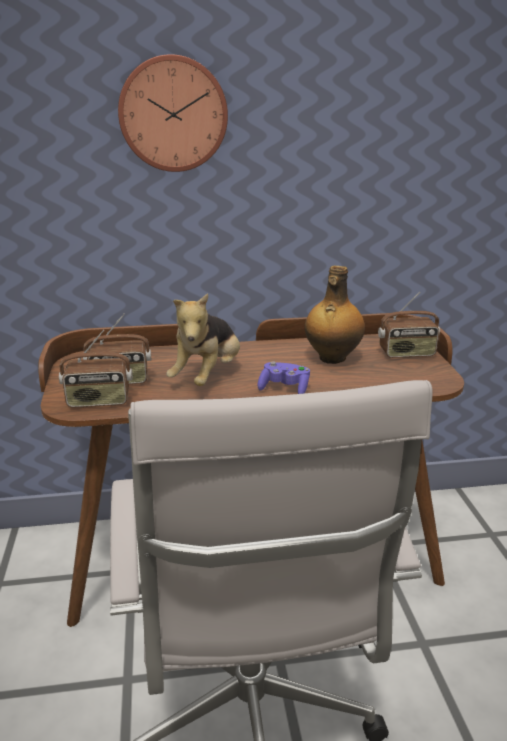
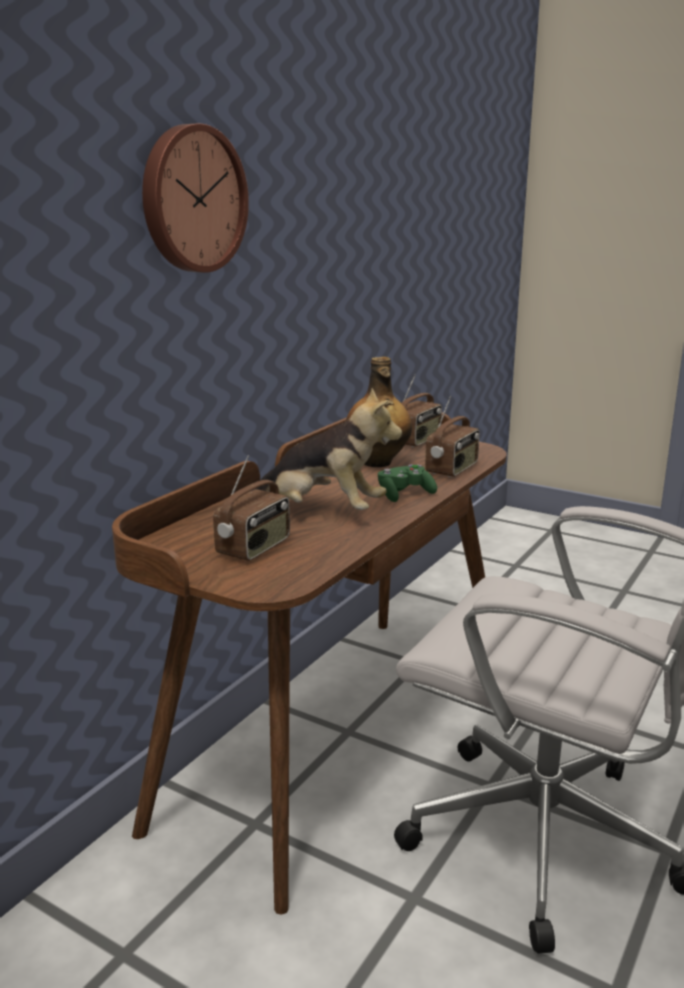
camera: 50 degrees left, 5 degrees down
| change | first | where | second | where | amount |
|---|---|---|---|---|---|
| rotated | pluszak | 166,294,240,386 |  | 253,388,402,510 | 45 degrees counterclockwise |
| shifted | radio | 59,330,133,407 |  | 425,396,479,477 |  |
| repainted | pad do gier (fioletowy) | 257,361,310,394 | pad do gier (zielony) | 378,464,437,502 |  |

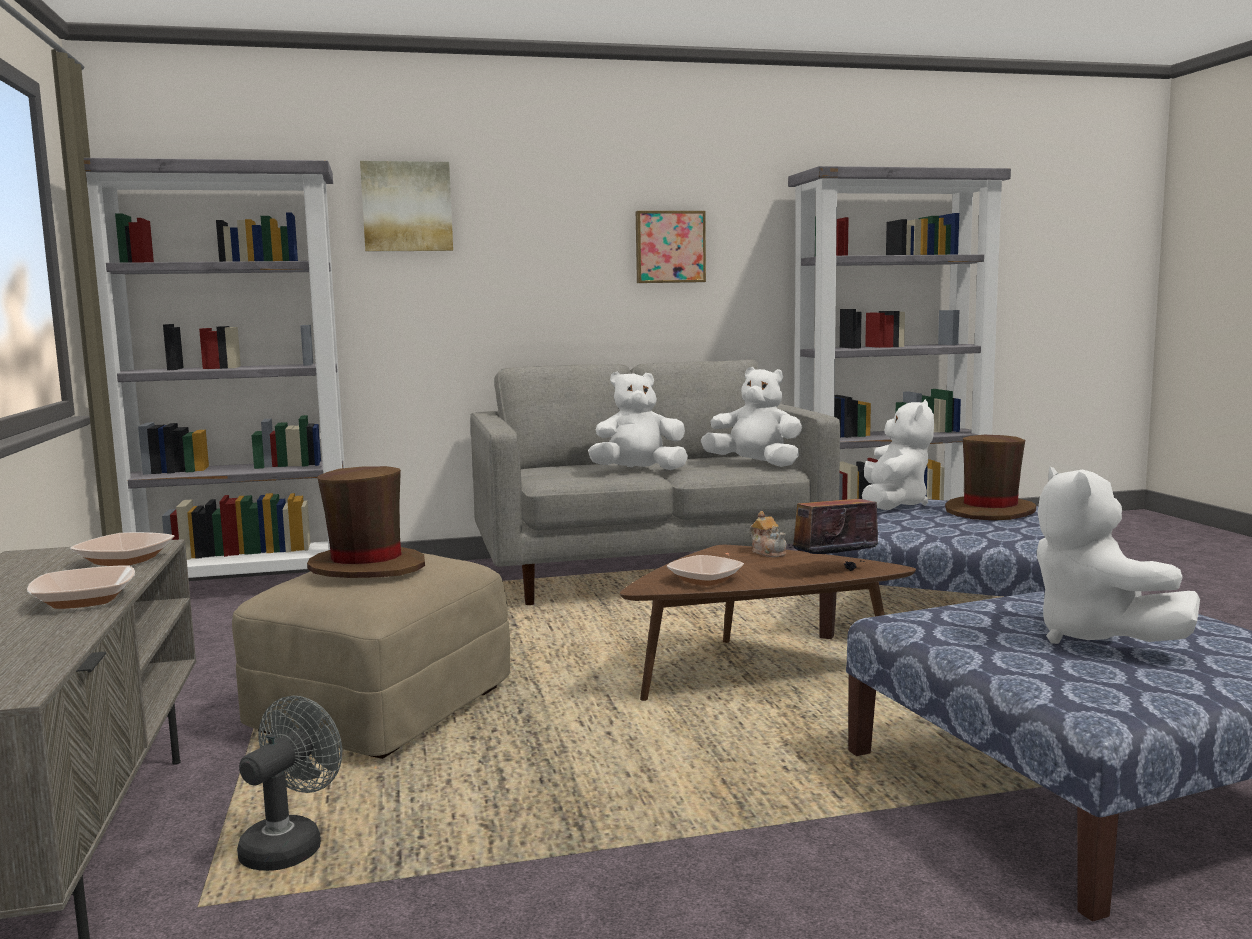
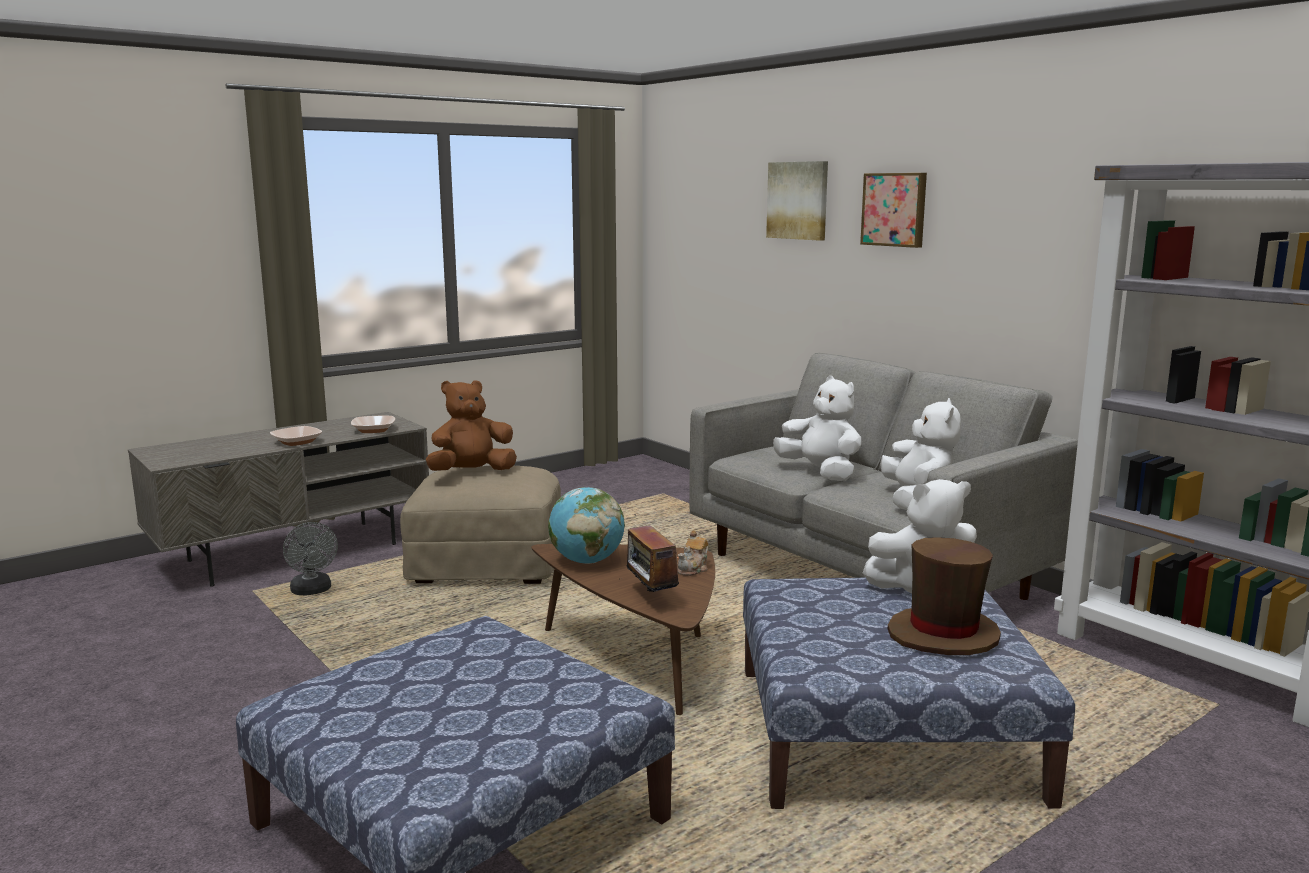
camera: 65 degrees right, 5 degrees up
| change | first | where | second | where | amount |
|---|---|---|---|---|---|
| gone | regał (szary) | 84,158,345,578 |  |  |  |
| shifted | obraz | 636,211,706,283 |  | 860,173,927,248 |  |
| swapped | kapelusz (brązowy) | 307,466,425,578 | pluszak (brązowy) | 426,380,517,471 |  |
| gone | pluszak (biały) | 1037,467,1200,644 |  |  |  |
| rotated | radio | 788,479,878,571 |  | 627,514,682,592 | 150 degrees counterclockwise |
| swapped | miska | 667,555,744,586 | globus | 548,487,625,564 |  |
| rotated | wentylator (szary) | 237,696,342,871 |  | 283,522,338,595 | 60 degrees clockwise |

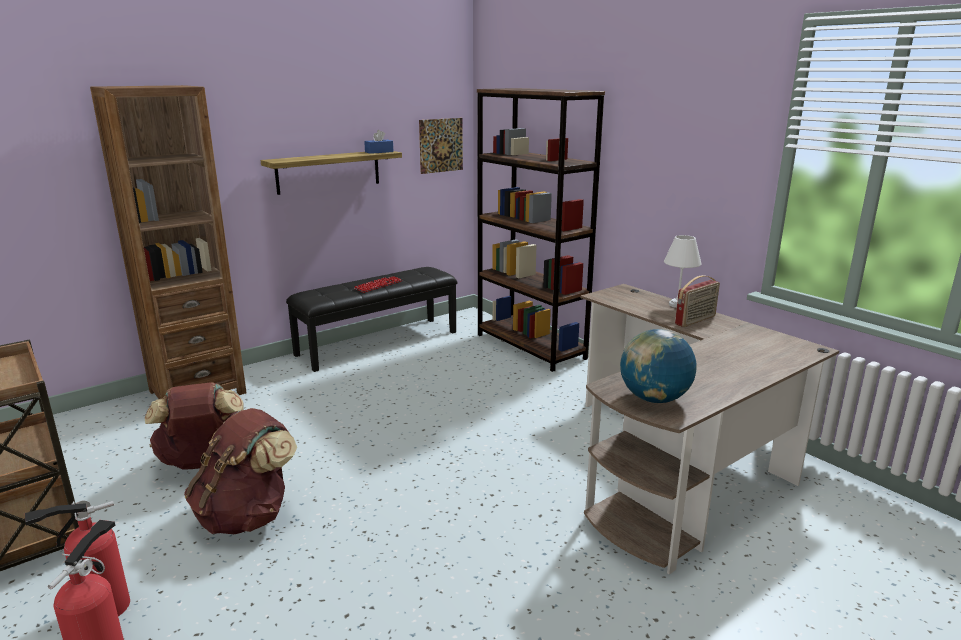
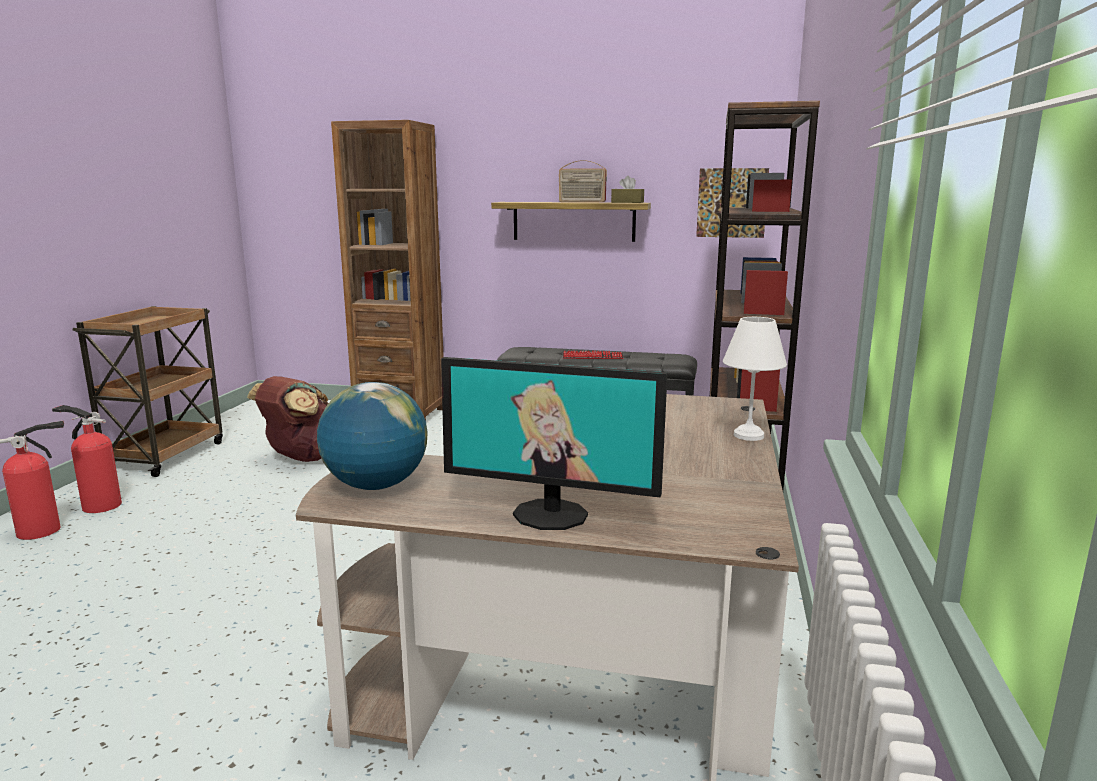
camera: 50 degrees right, 5 degrees down
| change | first | where | second | where | amount |
|---|---|---|---|---|---|
| repainted | pudełko chusteczek (niebieski) | 364,130,394,154 | pudełko chusteczek (brązowy) | 611,176,644,203 |  |
| shifted | radio | 675,275,720,327 |  | 559,160,607,202 |  |
| gone | plecak (brązowy) | 184,408,297,534 |  |  |  |
| new |  |  | monitor | 441,357,668,530 |  |

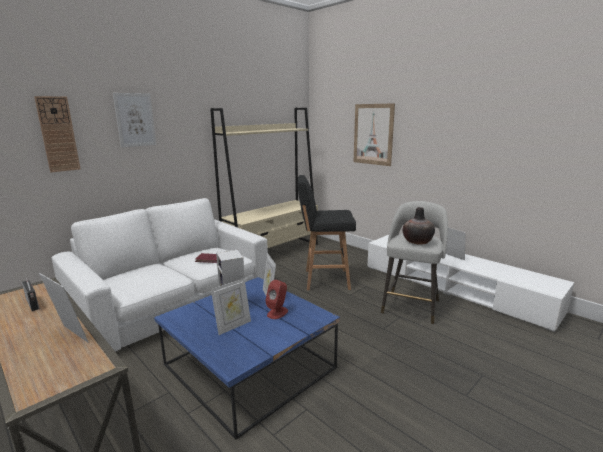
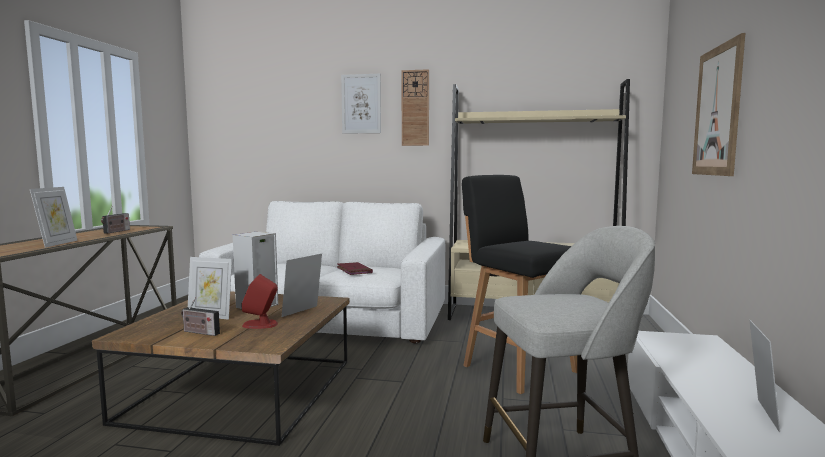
camera: 55 degrees right, 10 degrees down
| change | first | where | second | where | amount |
|---|---|---|---|---|---|
| shifted | zegar ścienny | 34,96,81,172 |  | 402,69,429,146 |  |
| gone | wazon | 403,207,435,245 |  |  |  |
| repainted | ława (niebieski) | 154,277,340,440 | ława (brązowy) | 92,291,350,446 |  |
| new |  |  | radio | 181,297,220,336 |  |

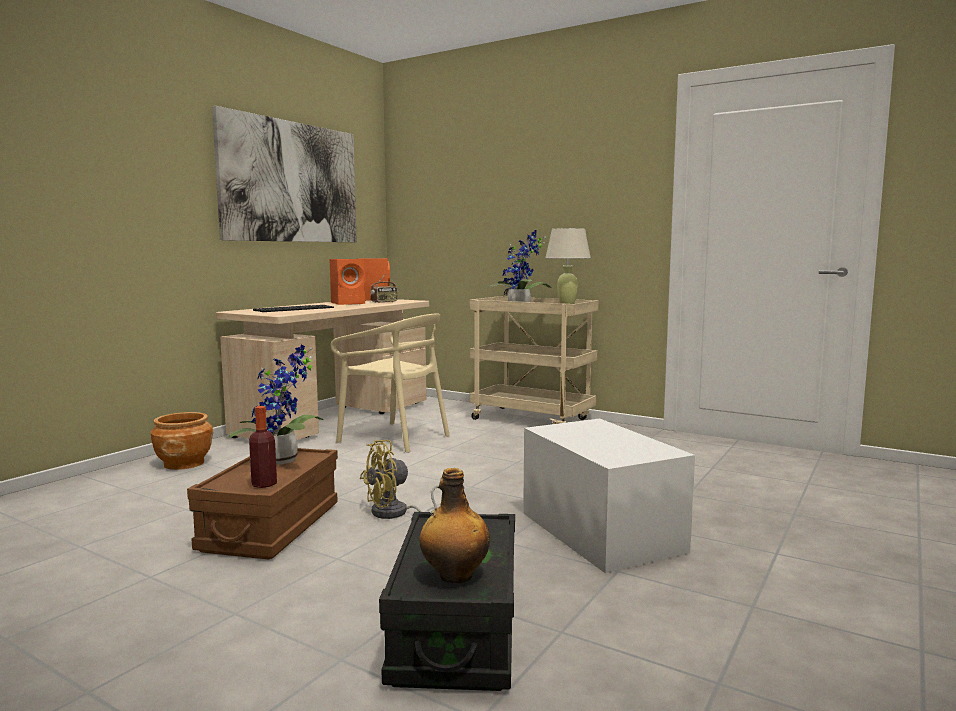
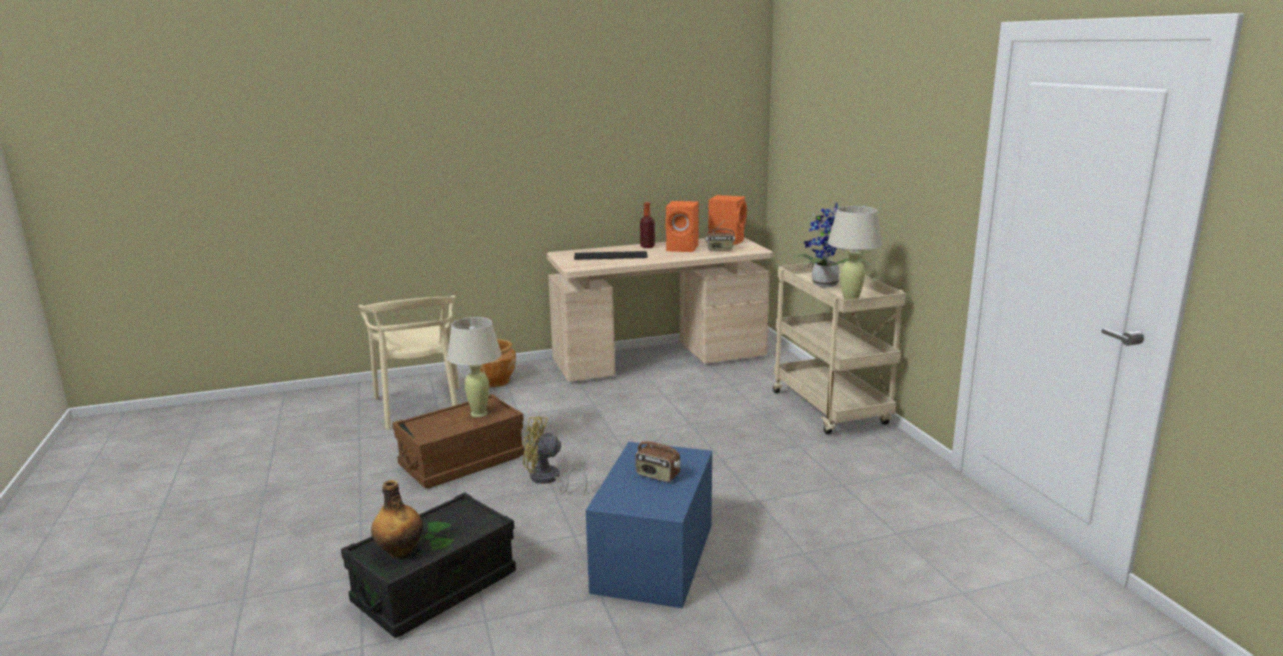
camera: 40 degrees right, 10 degrees up
| change | first | where | second | where | amount |
|---|---|---|---|---|---|
| gone | obraz | 212,106,357,242 |  |  |  |
| shifted | krzesło (beżowy) | 331,313,450,453 |  | 359,295,459,430 |  |
| swapped | roślina doniczkowa | 228,344,324,465 | lampa stołowa (beżowy) | 447,317,502,417 |  |
| shifted | butelka | 249,406,277,488 |  | 640,202,655,248 |  |
| repainted | pojemnik do przechowywania (biały) | 523,419,695,573 | pojemnik do przechowywania (niebieski) | 586,442,712,608 |  |
| new |  |  | radio | 635,431,681,482 |  |

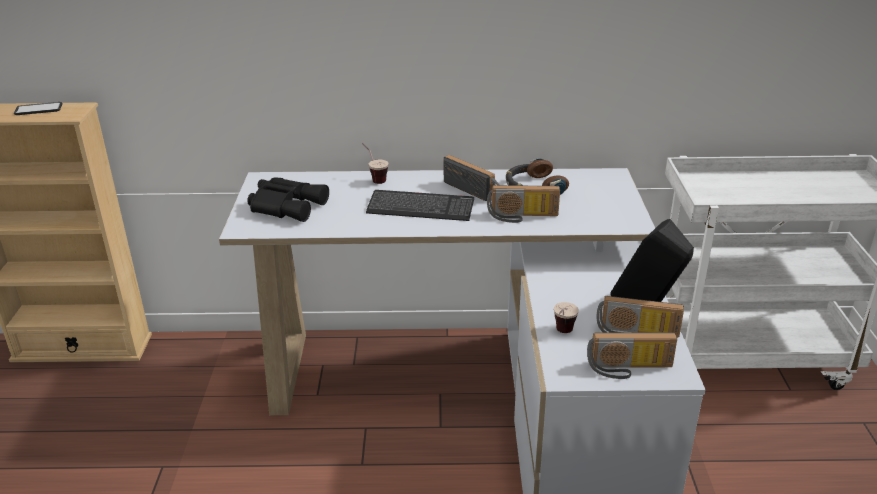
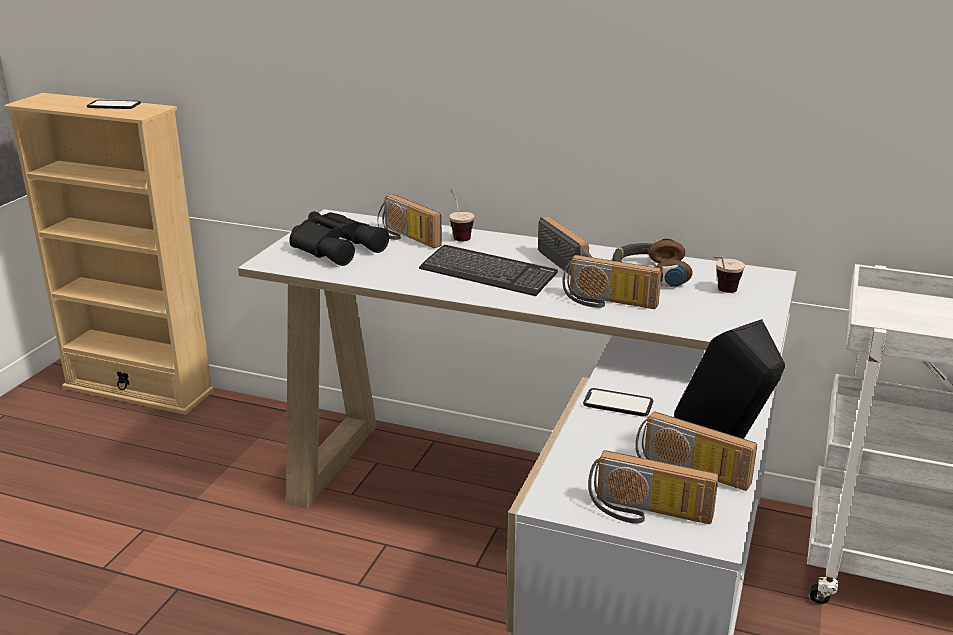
camera: 20 degrees right, 5 degrees down
| change | first | where | second | where | amount |
|---|---|---|---|---|---|
| shifted | filiżanka | 554,302,579,333 |  | 713,256,745,293 |  |
| new |  |  | radio | 378,194,442,248 |  |
| new |  |  | telefon | 583,388,653,416 |  |

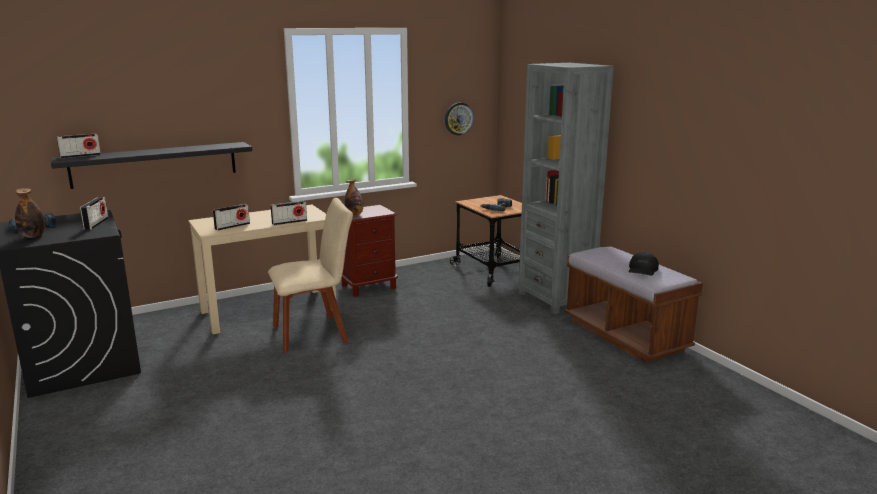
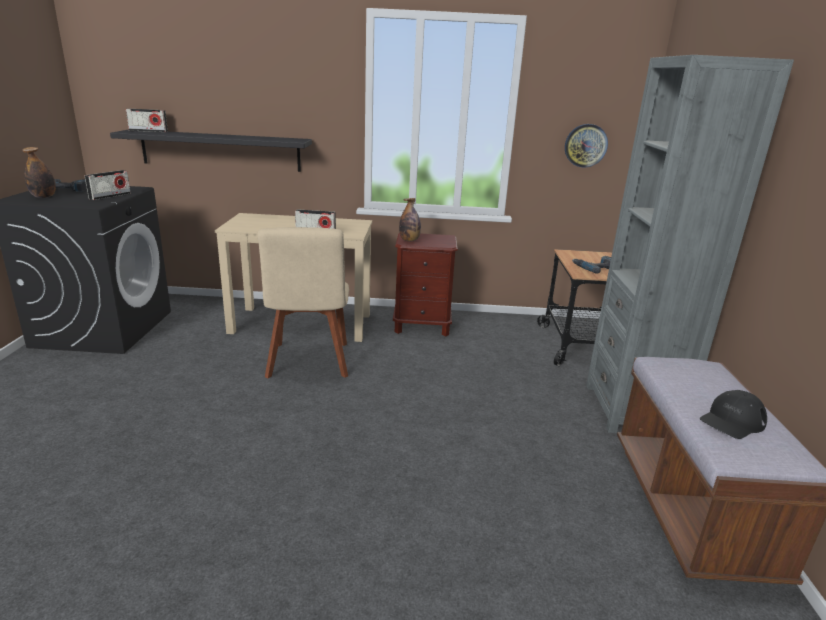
camera: 30 degrees right, 5 degrees up
| change | first | where | second | where | amount |
|---|---|---|---|---|---|
| rotated | krzesło (beżowy) | 268,198,353,353 |  | 257,227,349,378 | 75 degrees clockwise |
| gone | radio | 213,204,250,230 |  |  |  |

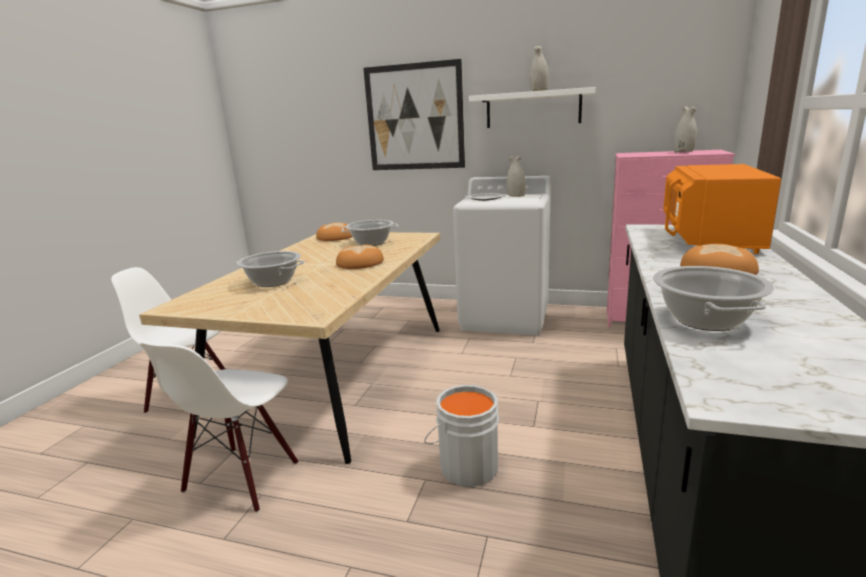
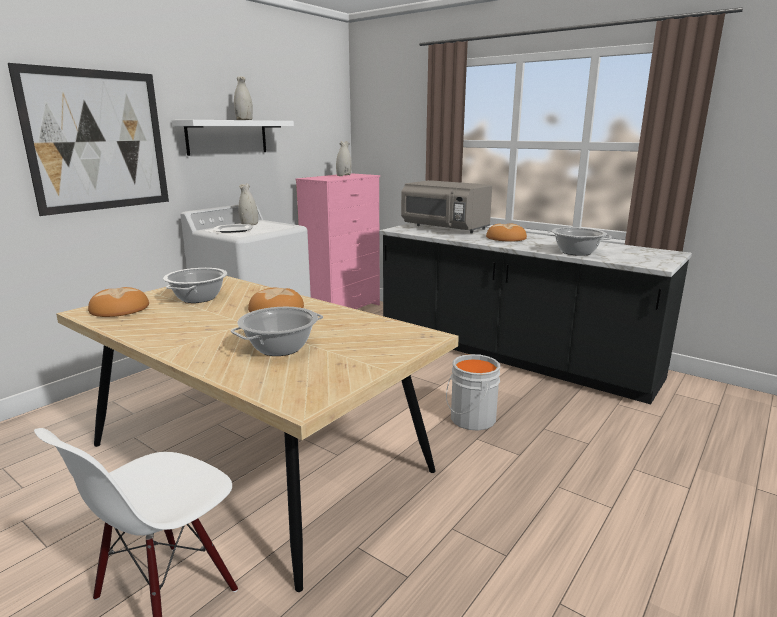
camera: 70 degrees left, 0 degrees up
| change | first | where | second | where | amount |
|---|---|---|---|---|---|
| repainted | mikrofalówka (pomarańczowy) | 663,164,781,254 | mikrofalówka (szary) | 401,180,492,233 |  |
| gone | krzesło (biały) | 140,342,298,513 |  |  |  |

